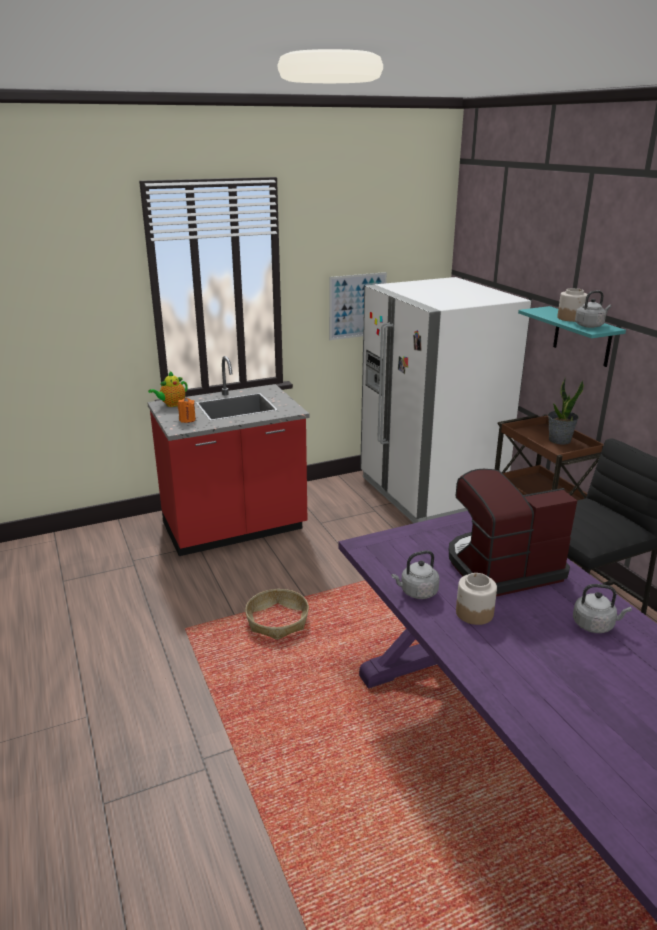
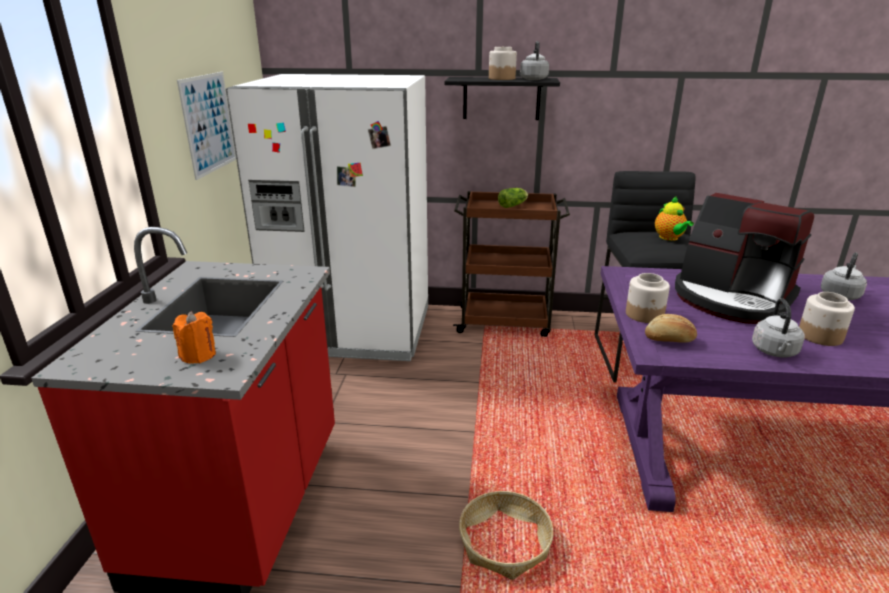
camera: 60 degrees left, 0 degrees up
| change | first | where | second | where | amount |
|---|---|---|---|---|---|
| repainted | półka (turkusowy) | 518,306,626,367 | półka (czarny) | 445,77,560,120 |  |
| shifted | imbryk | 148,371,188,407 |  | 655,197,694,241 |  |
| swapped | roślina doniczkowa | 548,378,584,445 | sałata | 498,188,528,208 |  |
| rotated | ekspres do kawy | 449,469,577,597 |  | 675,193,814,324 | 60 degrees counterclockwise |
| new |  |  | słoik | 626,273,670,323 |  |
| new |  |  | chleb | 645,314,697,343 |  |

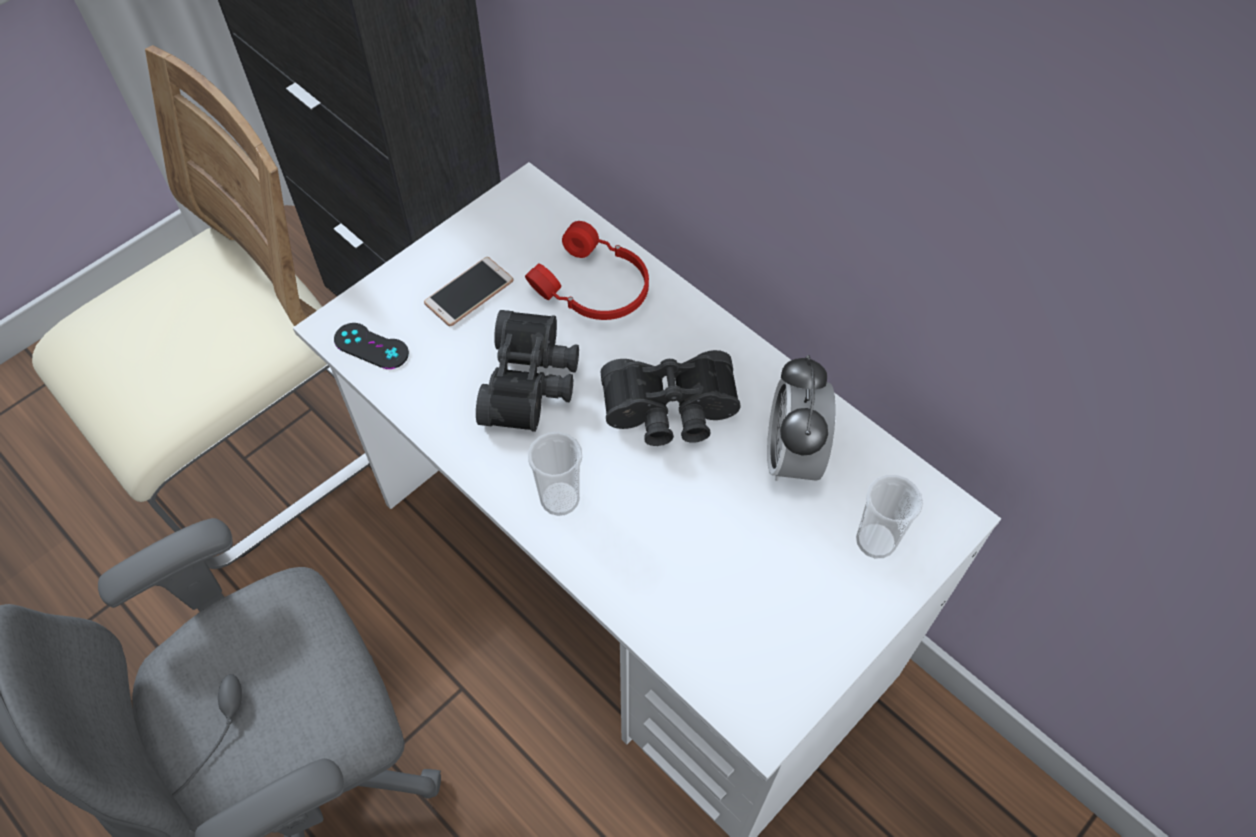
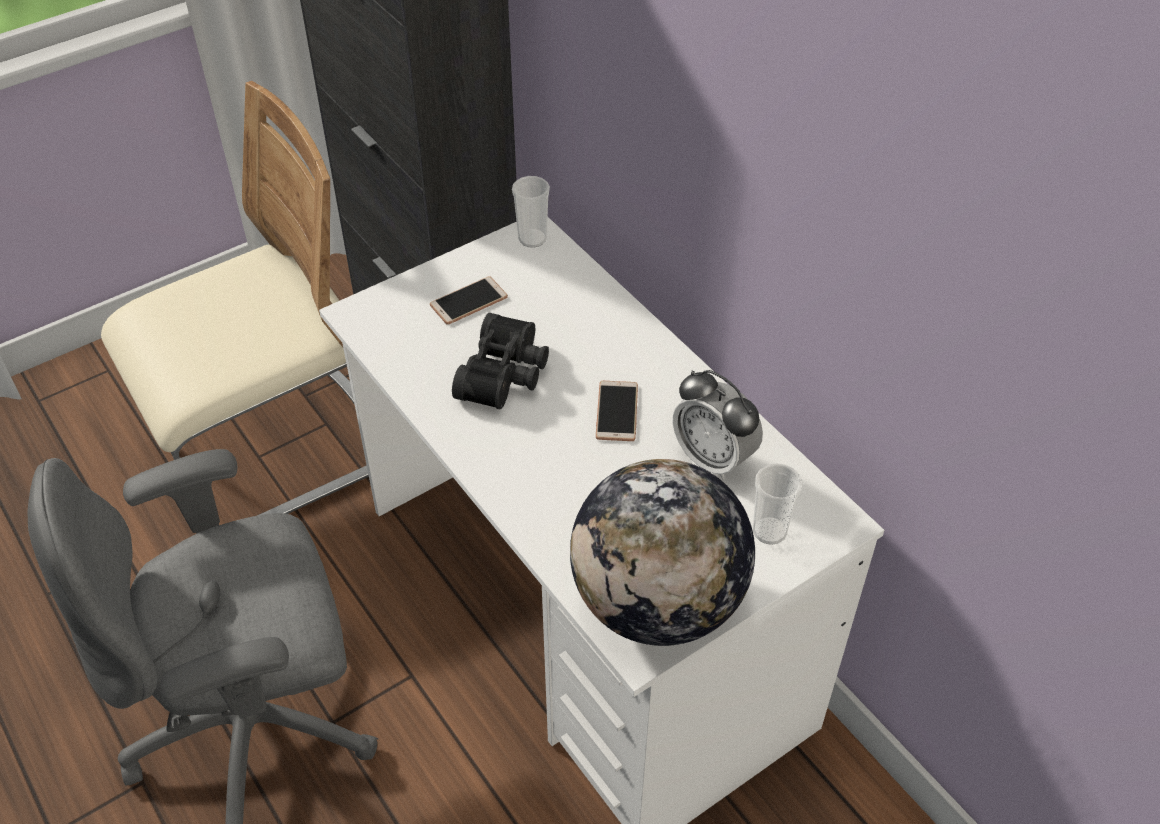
camera: 10 degrees right, 10 degrees down
| change | first | where | second | where | amount |
|---|---|---|---|---|---|
| gone | słuchawki (czerwony) | 525,221,649,320 |  |  |  |
| gone | pad do gier (czarny) | 334,323,409,369 |  |  |  |
| swapped | lornetka (czarny) | 600,350,741,446 | telefon | 596,381,638,441 |  |
| rotated | budzik | 767,355,836,481 |  | 673,370,763,480 | 60 degrees counterclockwise |
| shifted | filiżanka | 528,432,582,516 |  | 512,176,550,248 |  |
| new |  |  | globus | 570,459,755,646 |  |

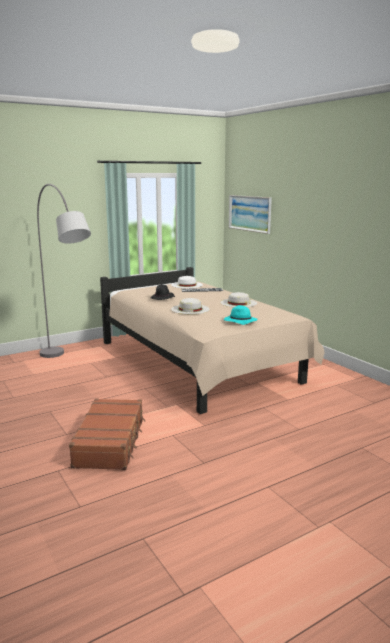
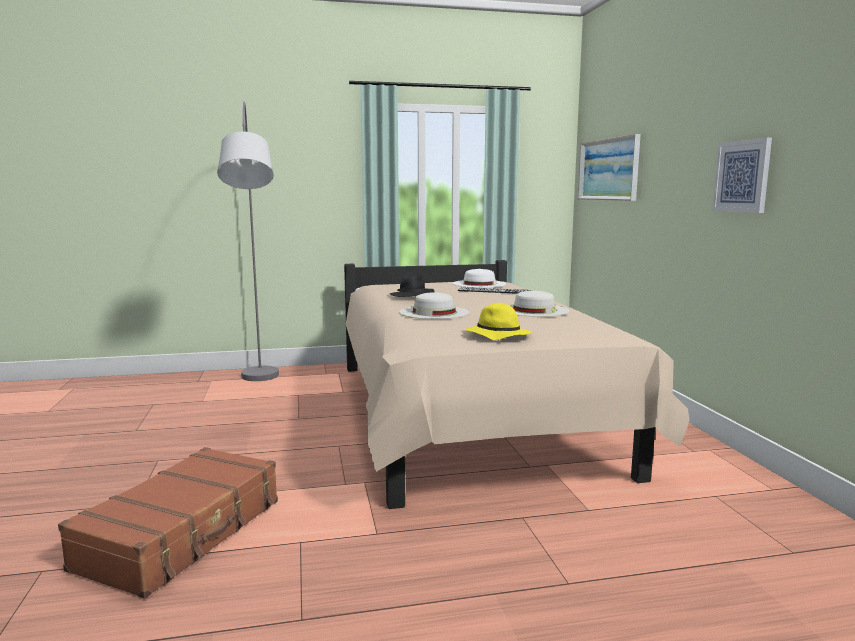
camera: 20 degrees right, 5 degrees down
| change | first | where | second | where | amount |
|---|---|---|---|---|---|
| repainted | kapelusz (turkusowy) | 224,305,258,325 | kapelusz (żółty) | 465,303,532,340 |  |
| new |  |  | obraz | 712,138,772,213 |  |

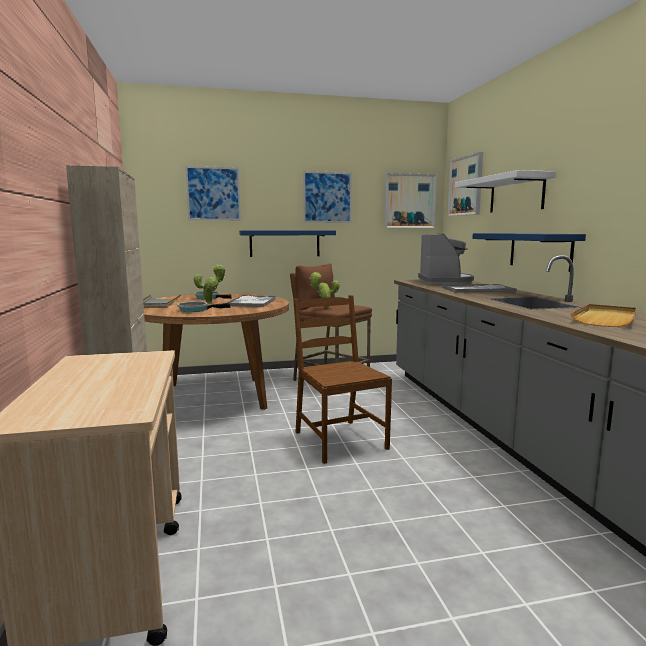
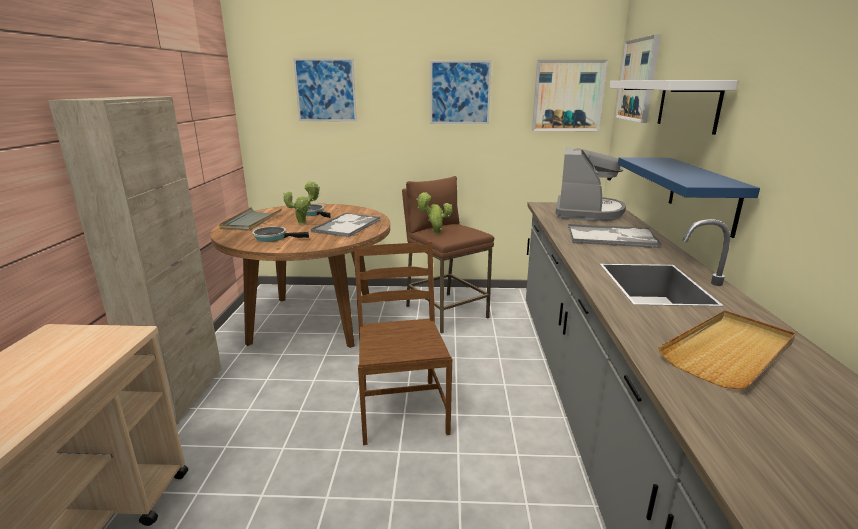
camera: 15 degrees right, 10 degrees up
| change | first | where | second | where | amount |
|---|---|---|---|---|---|
| gone | półka (niebieski) | 239,230,336,257 |  |  |  |

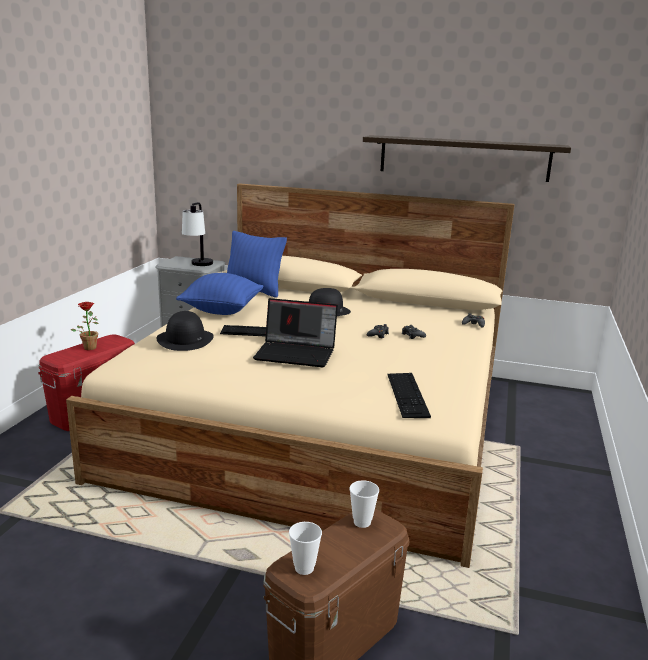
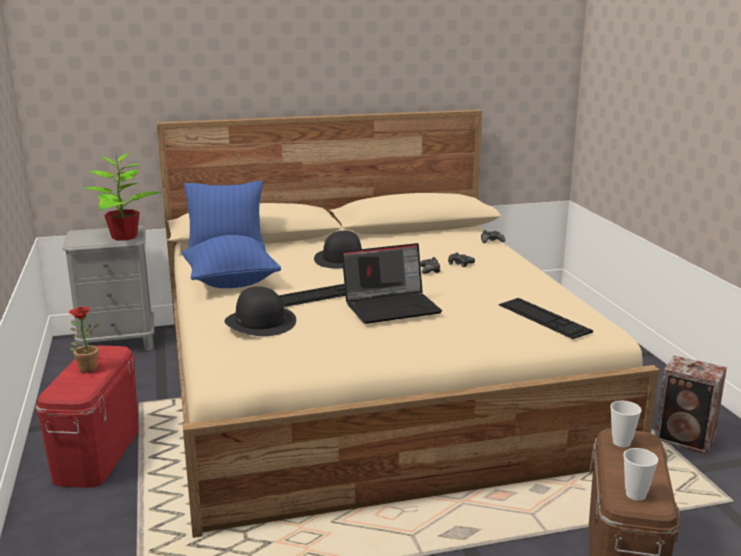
camera: 30 degrees left, 0 degrees up
| change | first | where | second | where | amount |
|---|---|---|---|---|---|
| gone | półka | 363,135,571,182 |  |  |  |
| swapped | lampa stołowa | 182,202,213,266 | roślina doniczkowa | 83,153,161,241 |  |
| new |  |  | głośnik | 655,355,727,455 |  |

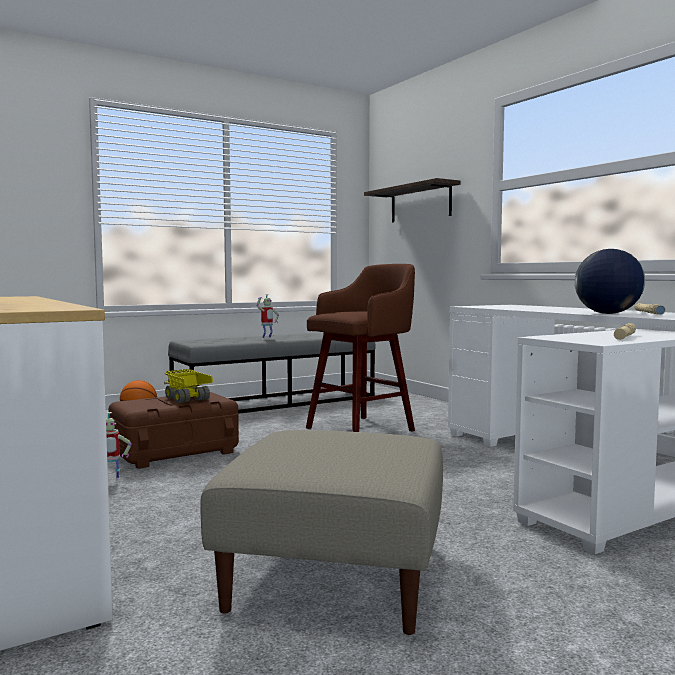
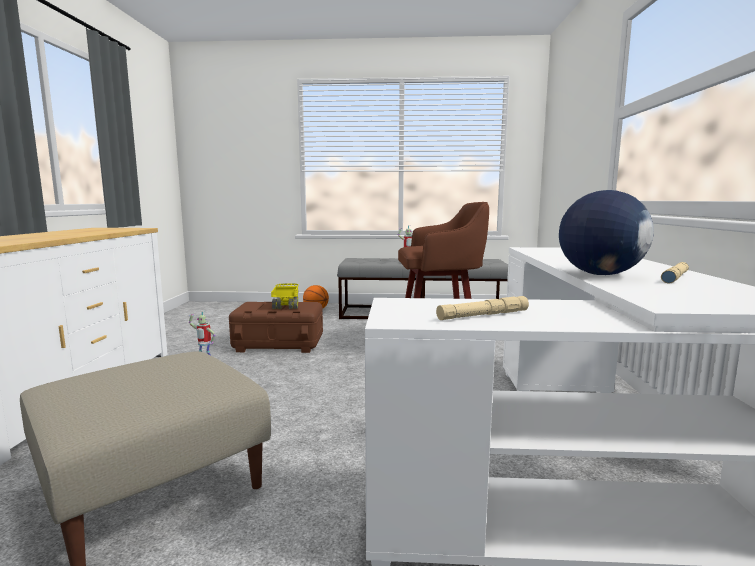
camera: 35 degrees right, 5 degrees up
| change | first | where | second | where | amount |
|---|---|---|---|---|---|
| gone | półka | 364,178,461,223 |  |  |  |

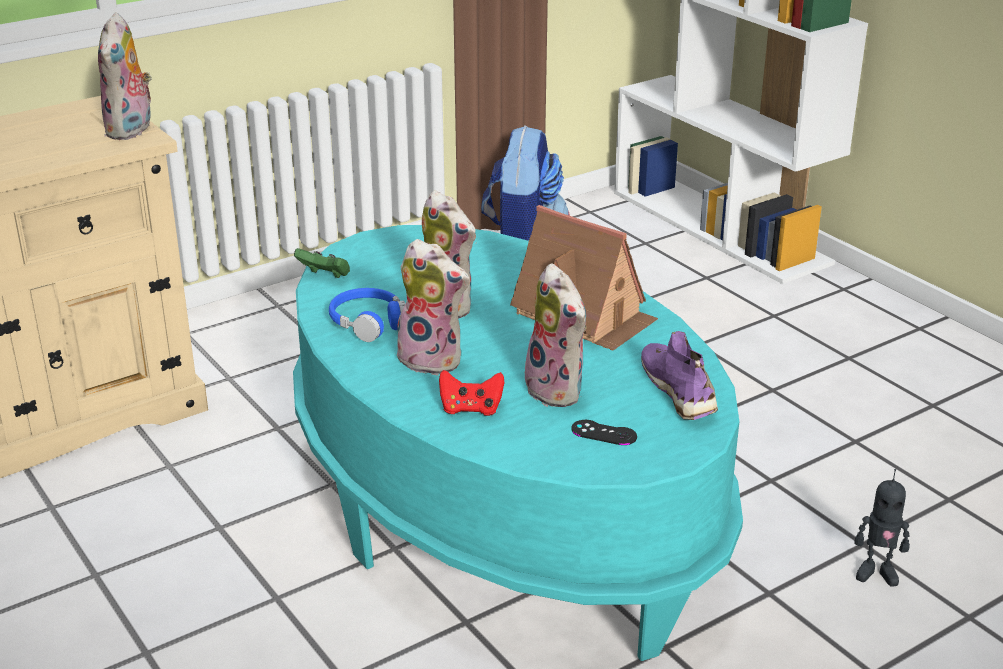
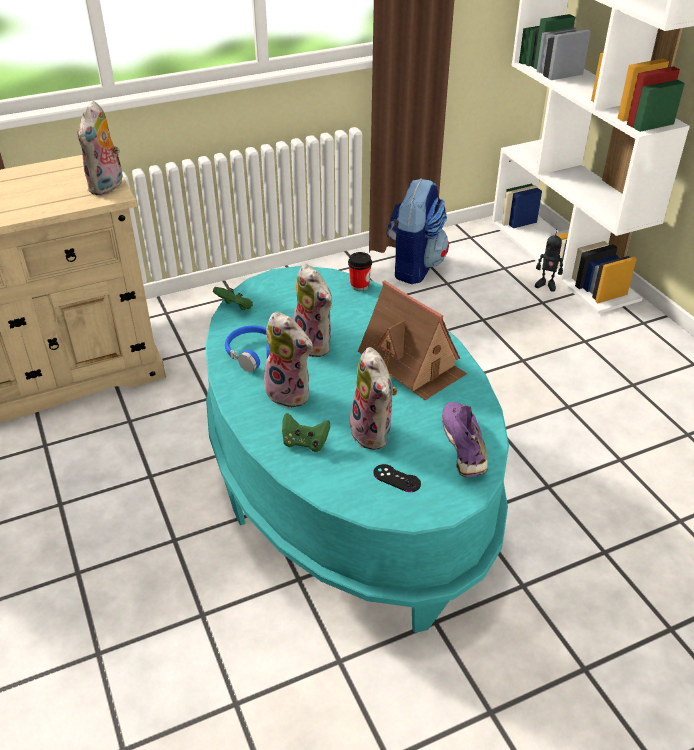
camera: 10 degrees right, 10 degrees up
| change | first | where | second | where | amount |
|---|---|---|---|---|---|
| repainted | pad do gier (czerwony) | 439,370,504,416 | pad do gier (zielony) | 282,413,330,452 |  |
| shifted | robot zabawkowy | 854,469,910,587 |  | 535,229,563,292 |  |
| new |  |  | filiżanka | 348,252,372,291 |  |

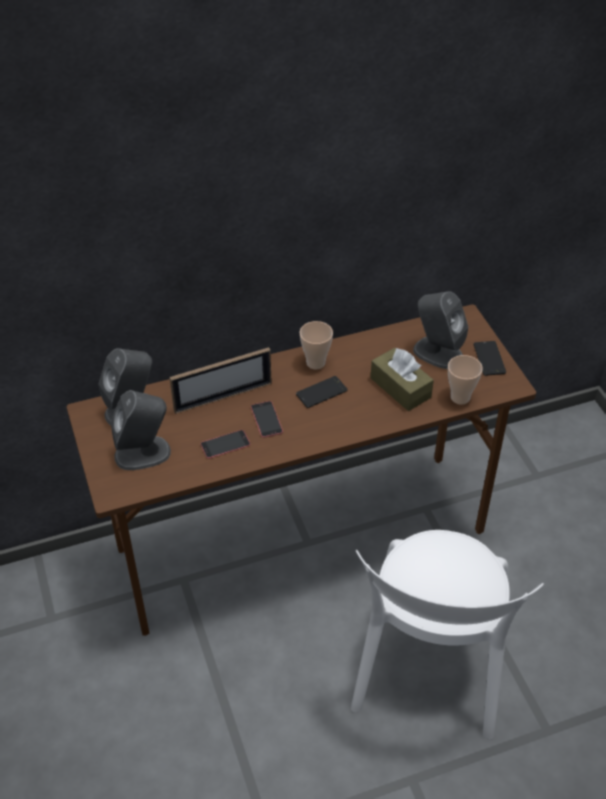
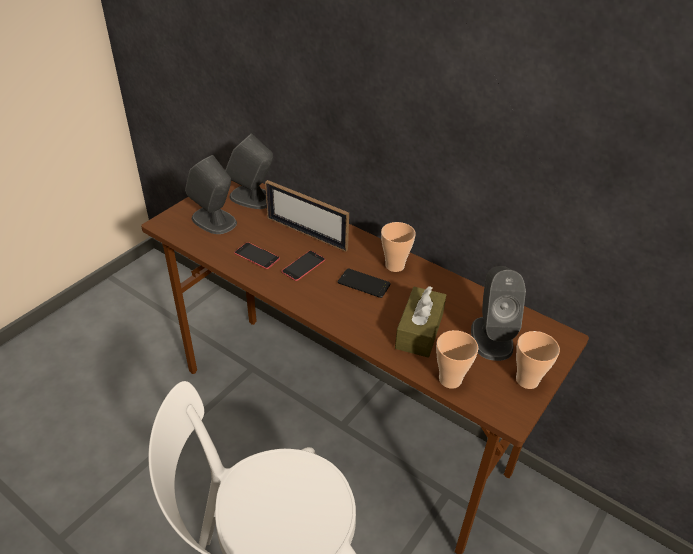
camera: 55 degrees right, 5 degrees down
| change | first | where | second | where | amount |
|---|---|---|---|---|---|
| swapped | telefon | 473,341,506,376 | filiżanka | 516,331,560,389 |  |

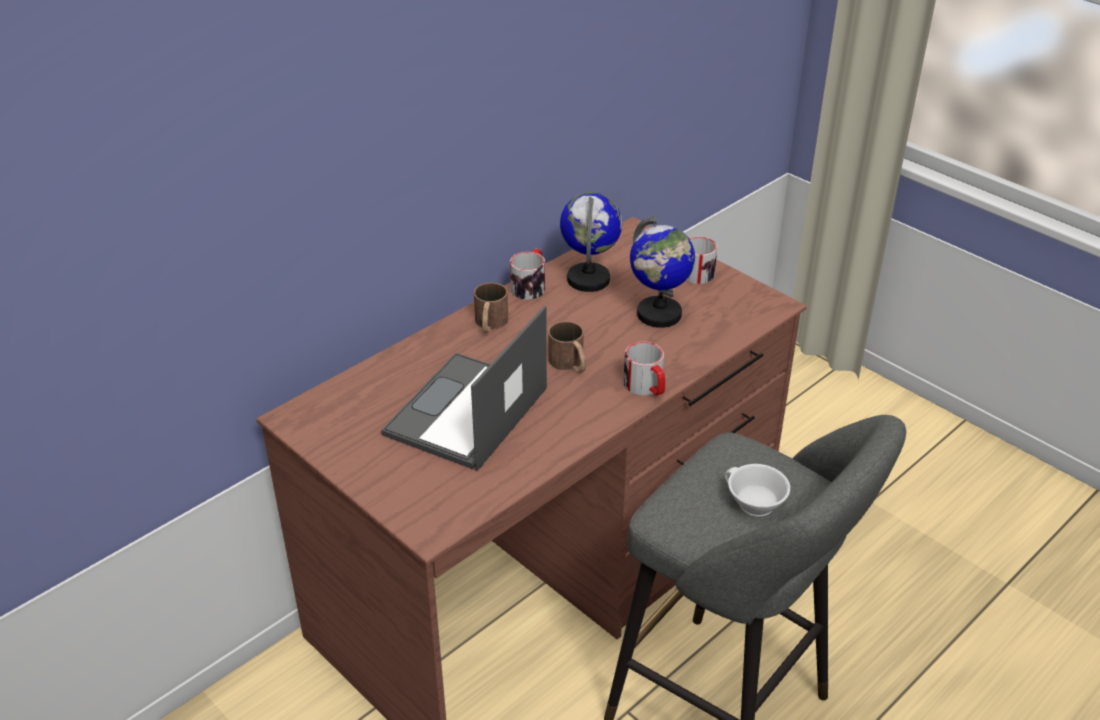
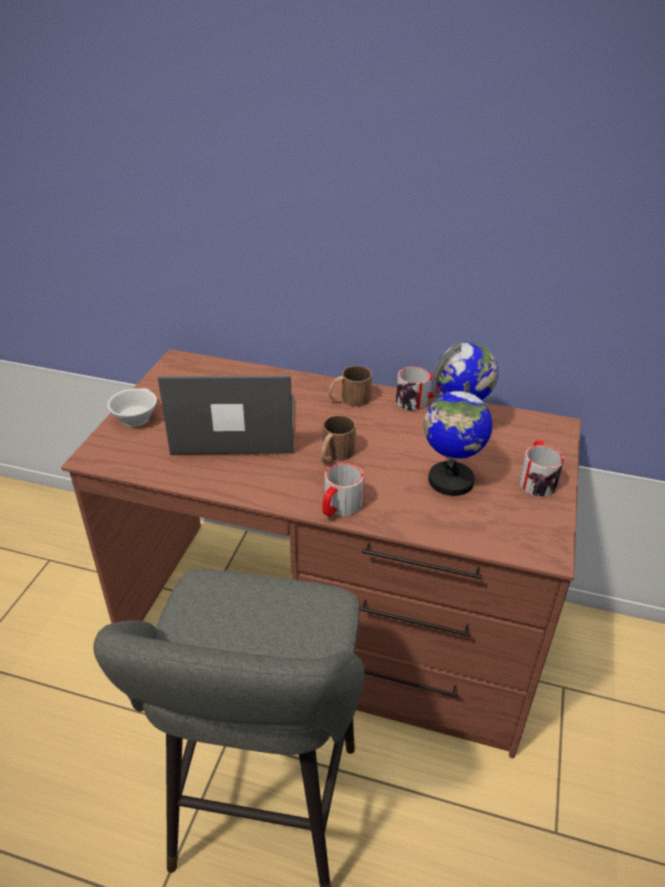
camera: 60 degrees right, 0 degrees up
| change | first | where | second | where | amount |
|---|---|---|---|---|---|
| shifted | filiżanka (biały) | 724,464,790,516 |  | 107,388,157,427 |  |

